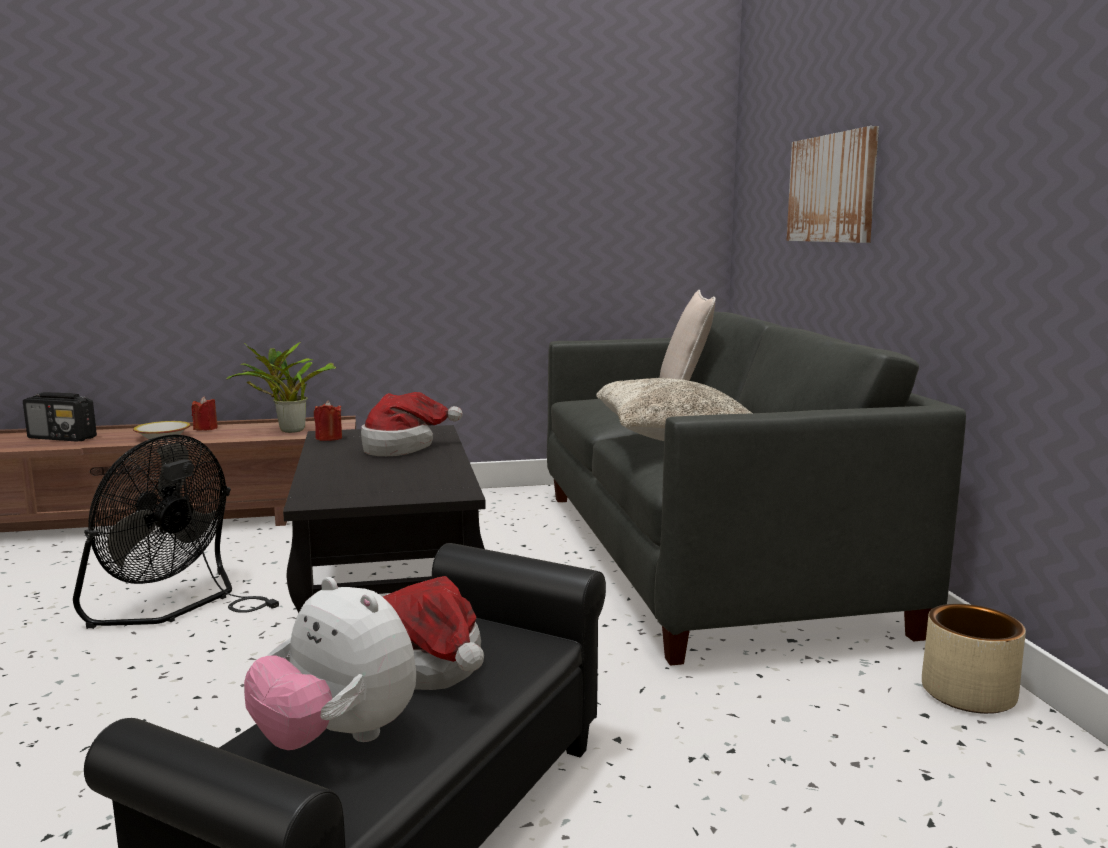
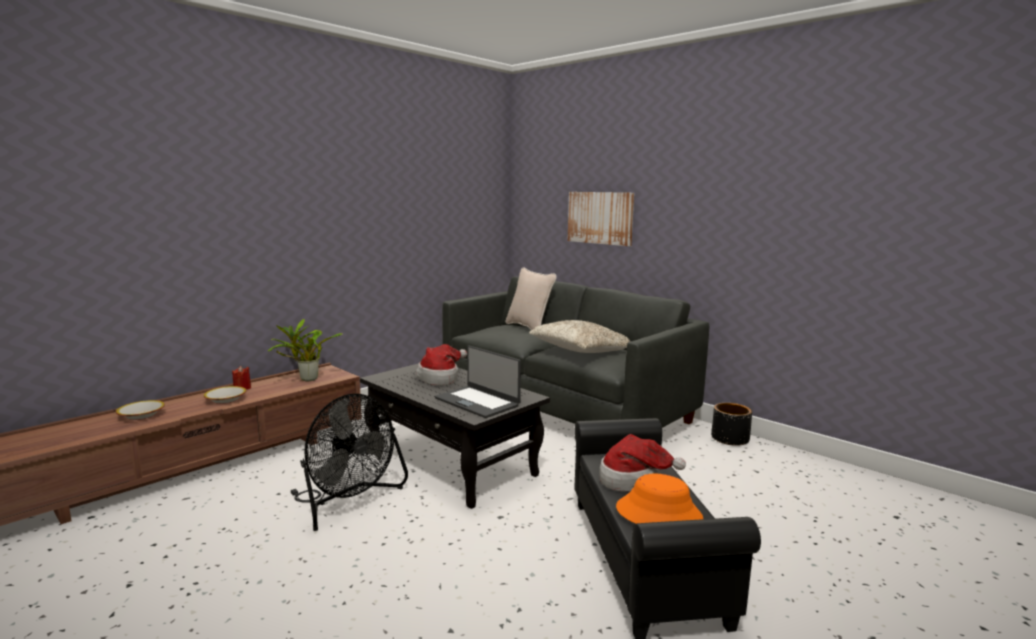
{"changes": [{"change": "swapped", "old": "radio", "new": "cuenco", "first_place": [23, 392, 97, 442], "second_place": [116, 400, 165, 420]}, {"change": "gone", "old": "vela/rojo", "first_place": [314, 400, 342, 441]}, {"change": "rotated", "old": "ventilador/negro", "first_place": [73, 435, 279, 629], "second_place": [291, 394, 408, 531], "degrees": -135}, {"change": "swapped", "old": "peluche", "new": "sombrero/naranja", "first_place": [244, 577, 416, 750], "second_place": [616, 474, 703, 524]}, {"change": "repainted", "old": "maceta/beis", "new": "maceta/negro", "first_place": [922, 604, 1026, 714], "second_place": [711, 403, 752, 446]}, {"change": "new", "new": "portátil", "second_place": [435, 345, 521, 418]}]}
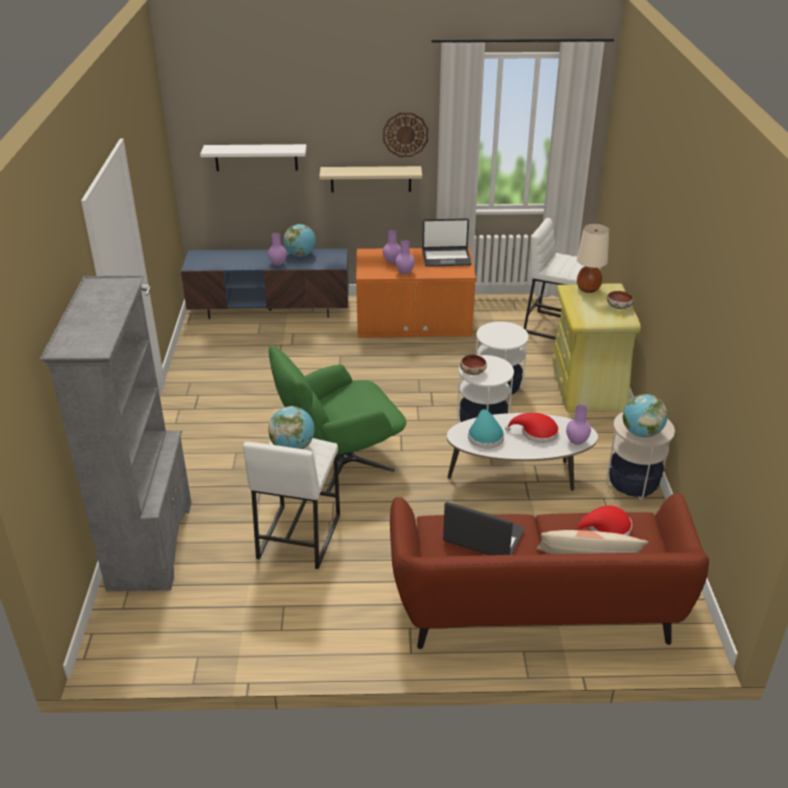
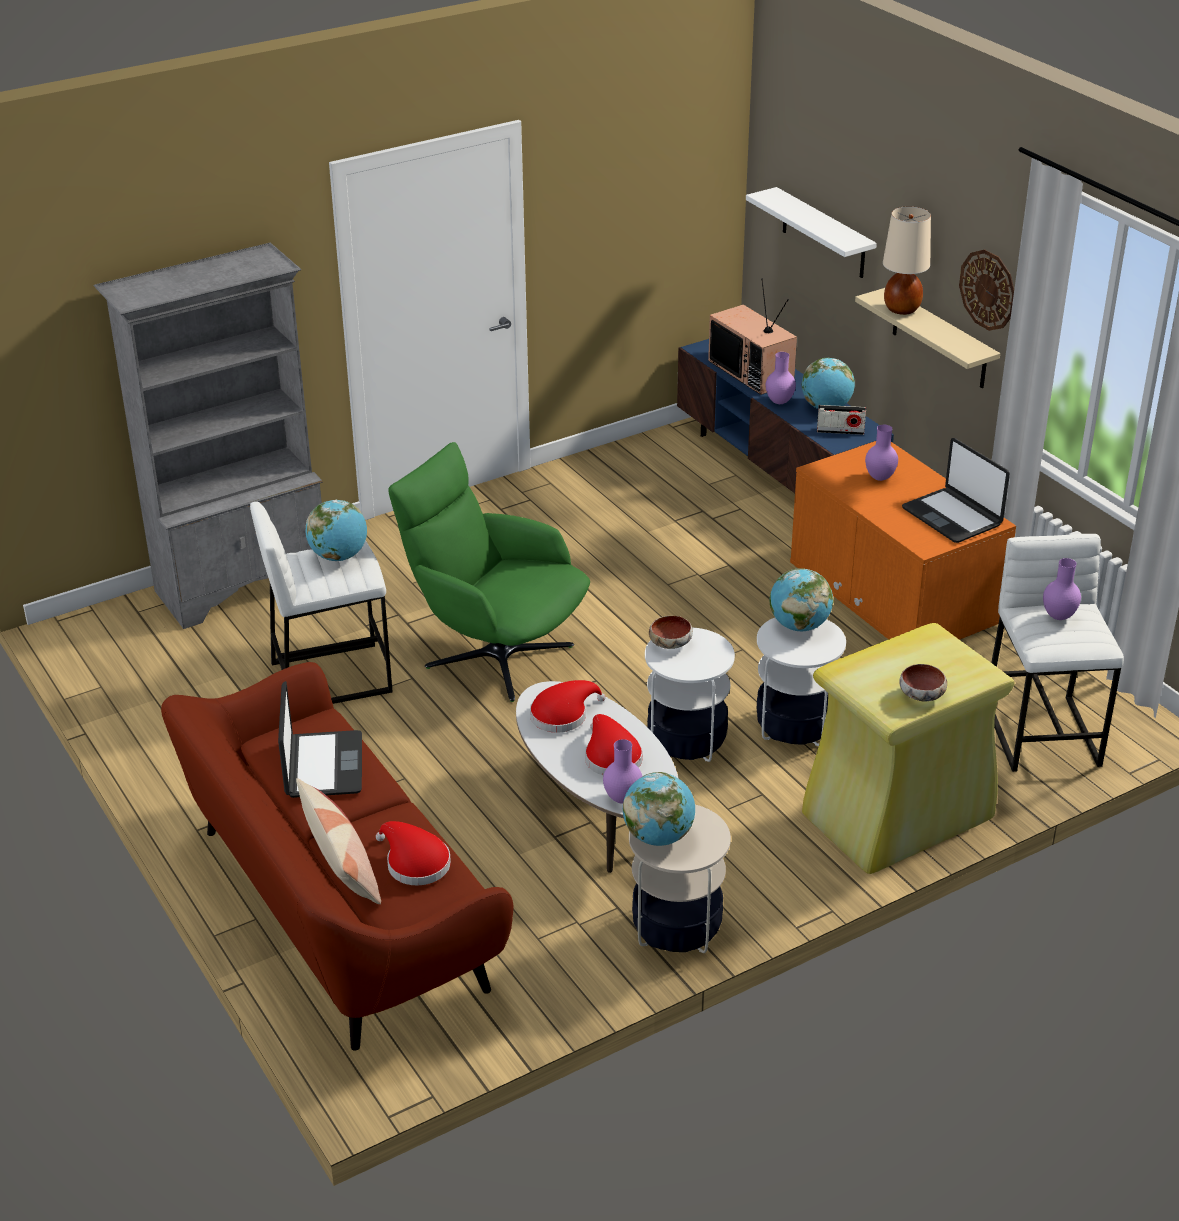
{"changes": [{"change": "shifted", "old": "lámpara de mesa/beis", "first_place": [577, 224, 609, 293], "second_place": [883, 206, 931, 315]}, {"change": "shifted", "old": "florero/morado", "first_place": [395, 240, 415, 274], "second_place": [1043, 558, 1081, 620]}, {"change": "repainted", "old": "sombrero/turquesa", "new": "sombrero/rojo", "first_place": [468, 409, 504, 449], "second_place": [530, 680, 606, 733]}, {"change": "new", "new": "televisor", "second_place": [708, 278, 797, 395]}, {"change": "new", "new": "radio", "second_place": [817, 405, 866, 435]}, {"change": "new", "new": "globo terráqueo", "second_place": [769, 568, 833, 631]}]}
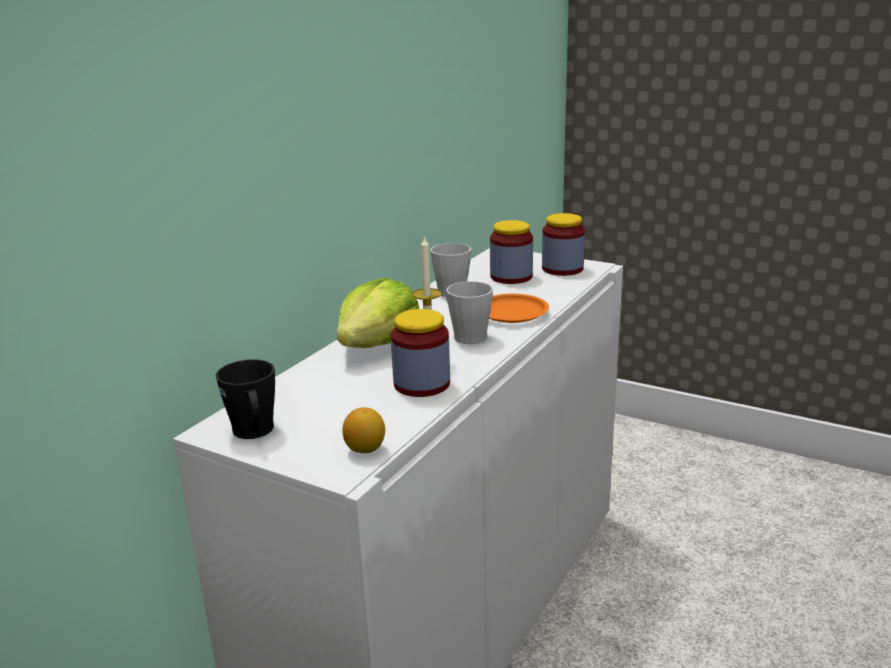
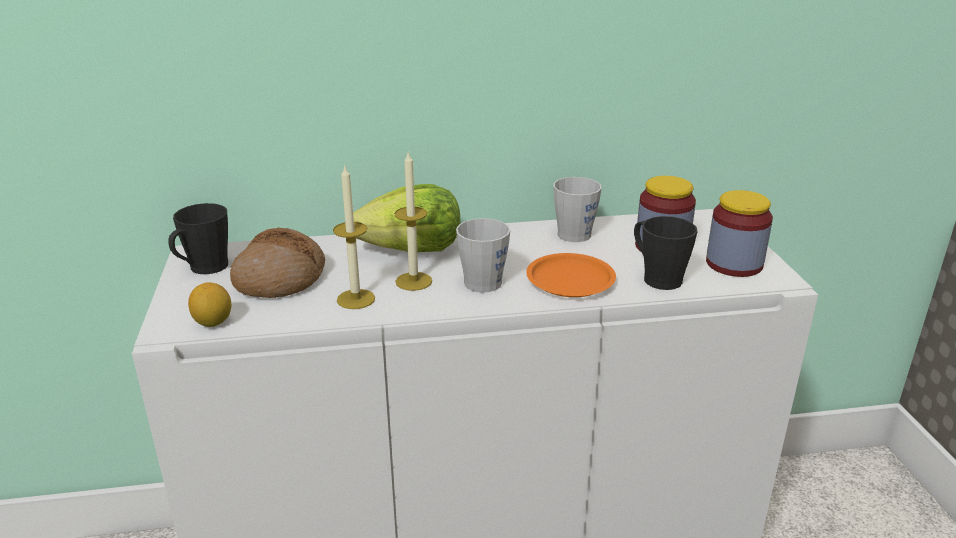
{"changes": [{"change": "swapped", "old": "tarro", "new": "vela", "first_place": [391, 309, 450, 397], "second_place": [333, 166, 375, 309]}, {"change": "new", "new": "taza grande/negro", "second_place": [634, 216, 698, 290]}, {"change": "new", "new": "pan", "second_place": [230, 228, 325, 298]}]}
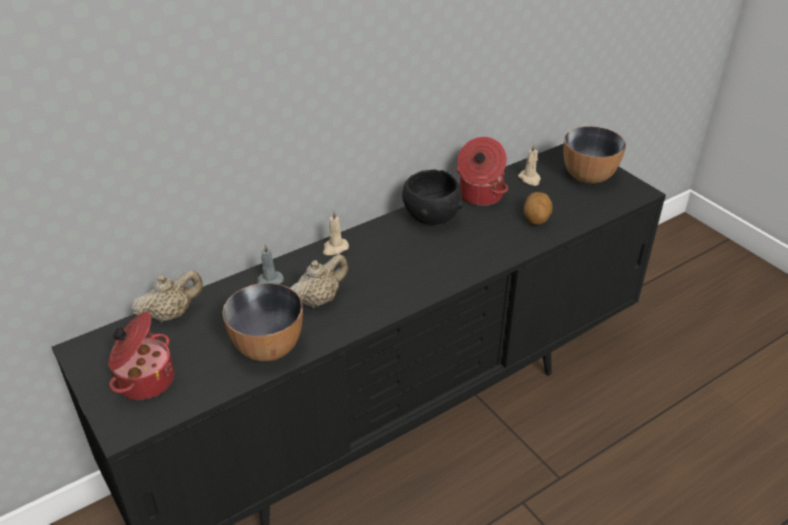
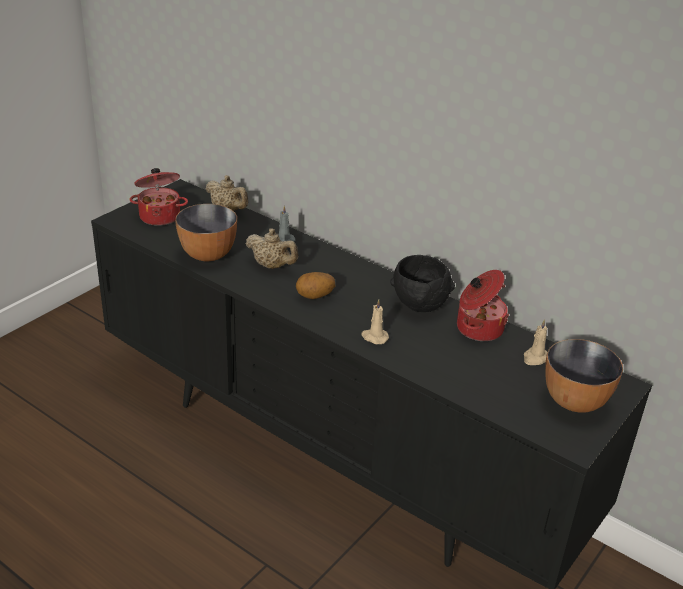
{"changes": [{"change": "shifted", "old": "patata", "first_place": [524, 192, 553, 225], "second_place": [296, 272, 335, 299]}, {"change": "shifted", "old": "vela/beis", "first_place": [323, 211, 349, 255], "second_place": [361, 299, 389, 344]}]}
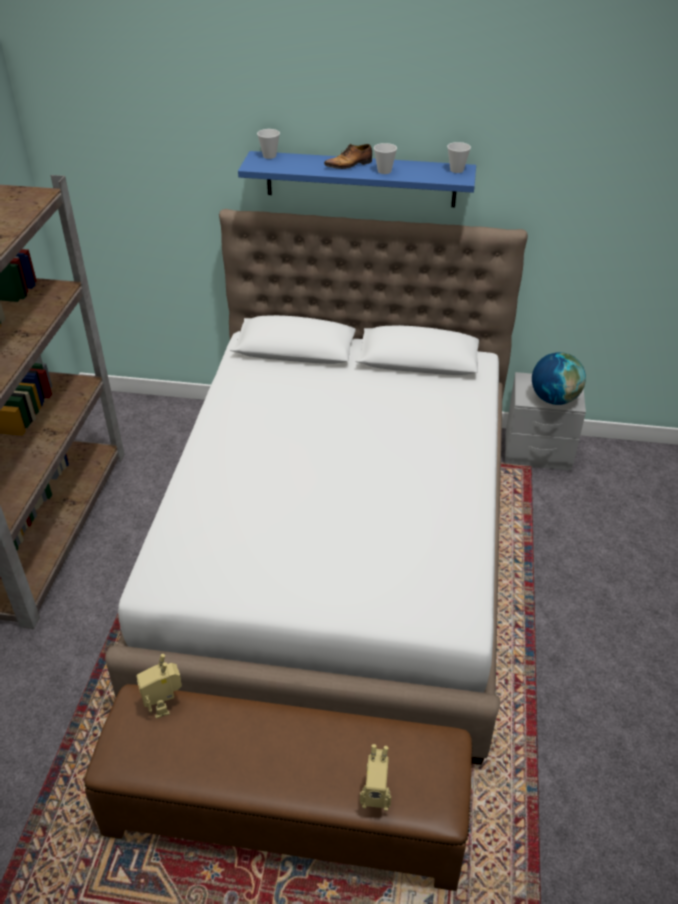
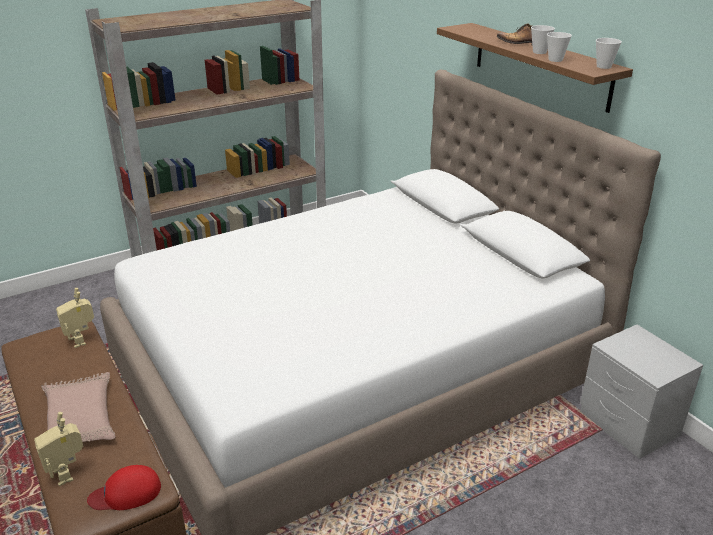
{"changes": [{"change": "shifted", "old": "taza", "first_place": [257, 129, 280, 159], "second_place": [547, 32, 572, 62]}, {"change": "repainted", "old": "estante/azul", "new": "estante/marrón", "first_place": [238, 151, 476, 207], "second_place": [437, 23, 633, 113]}, {"change": "gone", "old": "globo terráqueo", "first_place": [532, 352, 586, 405]}, {"change": "rotated", "old": "robot de juguete", "first_place": [136, 654, 182, 719], "second_place": [56, 288, 94, 348], "degrees": -60}, {"change": "new", "new": "cojín/beis", "second_place": [41, 372, 115, 442]}, {"change": "new", "new": "gorra/rojo", "second_place": [87, 465, 161, 510]}]}
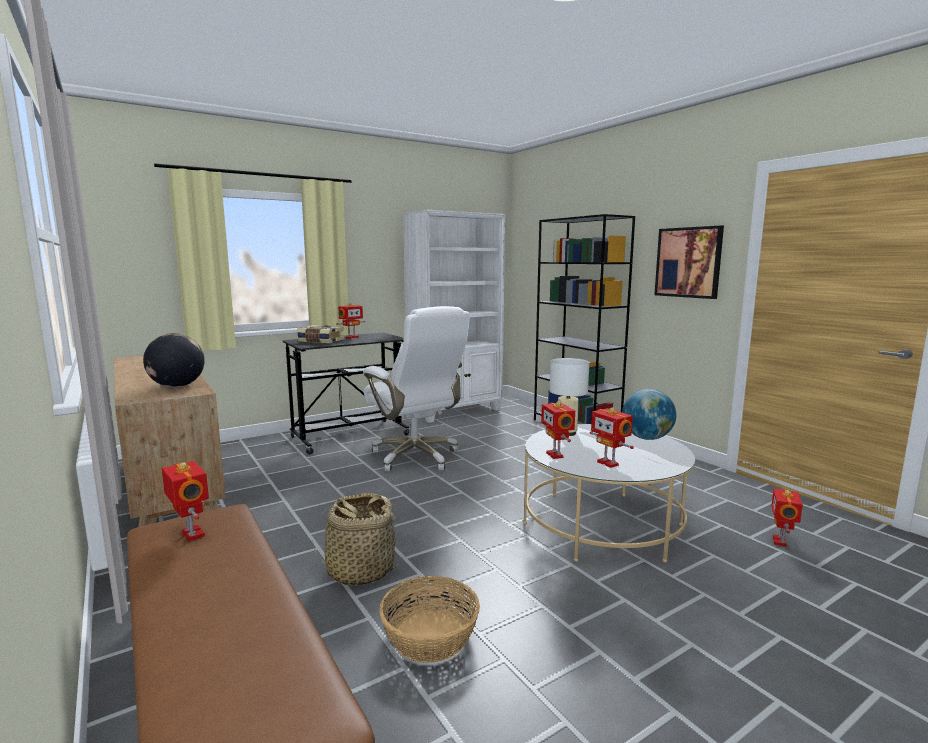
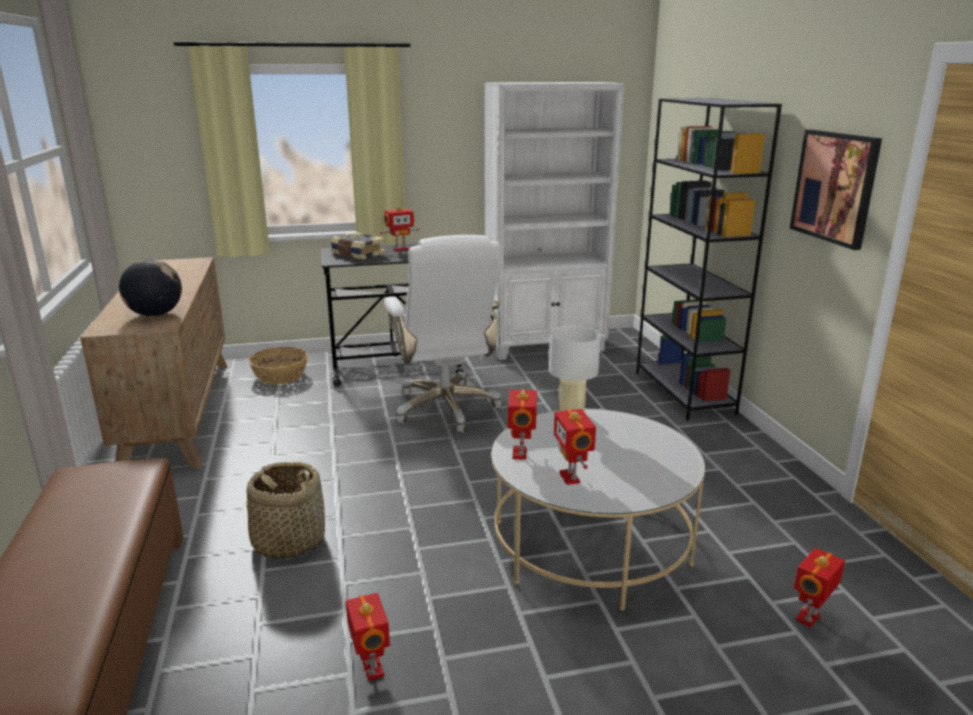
{"changes": [{"change": "gone", "old": "globo terráqueo", "first_place": [622, 388, 677, 440]}, {"change": "shifted", "old": "robot de juguete", "first_place": [162, 461, 209, 541], "second_place": [346, 593, 390, 681]}, {"change": "shifted", "old": "cesta", "first_place": [380, 576, 480, 663], "second_place": [249, 347, 308, 384]}]}
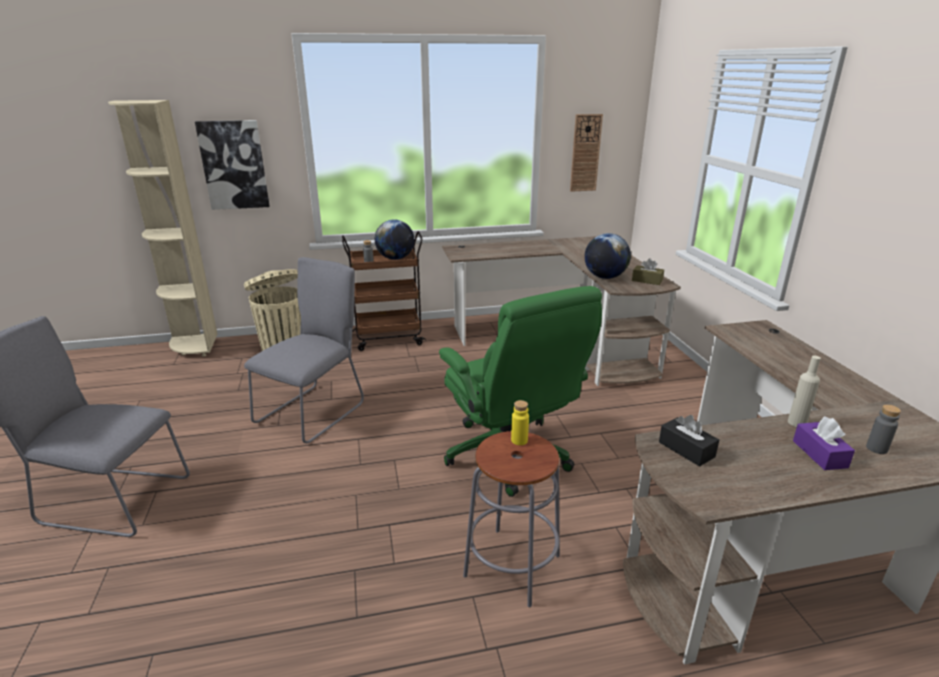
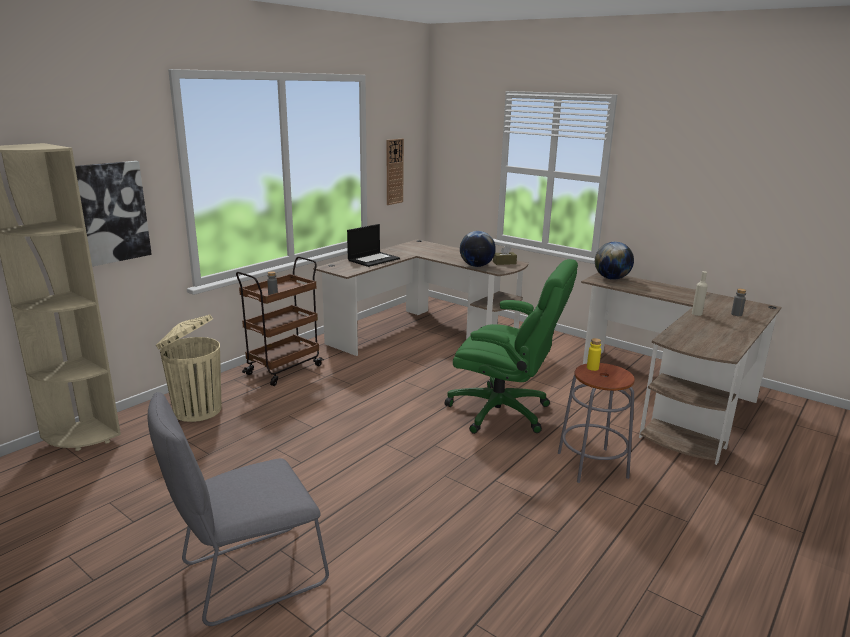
{"changes": [{"change": "shifted", "old": "globo terráqueo", "first_place": [375, 220, 414, 260], "second_place": [595, 242, 634, 280]}, {"change": "gone", "old": "silla/gris", "first_place": [244, 257, 364, 443]}, {"change": "gone", "old": "caja de pañuelos/negro", "first_place": [659, 415, 719, 467]}, {"change": "gone", "old": "caja de pañuelos/morado", "first_place": [793, 416, 855, 470]}, {"change": "new", "new": "portátil", "second_place": [347, 224, 400, 267]}]}
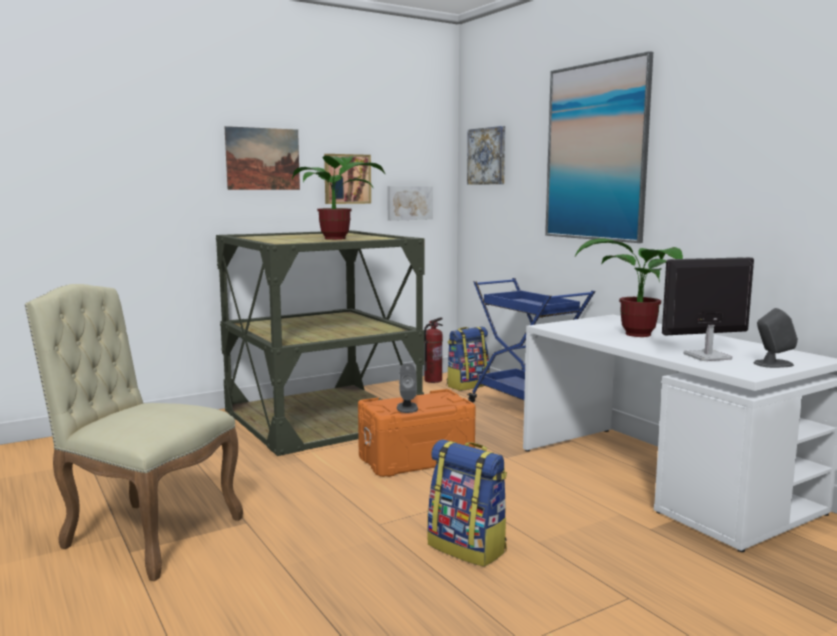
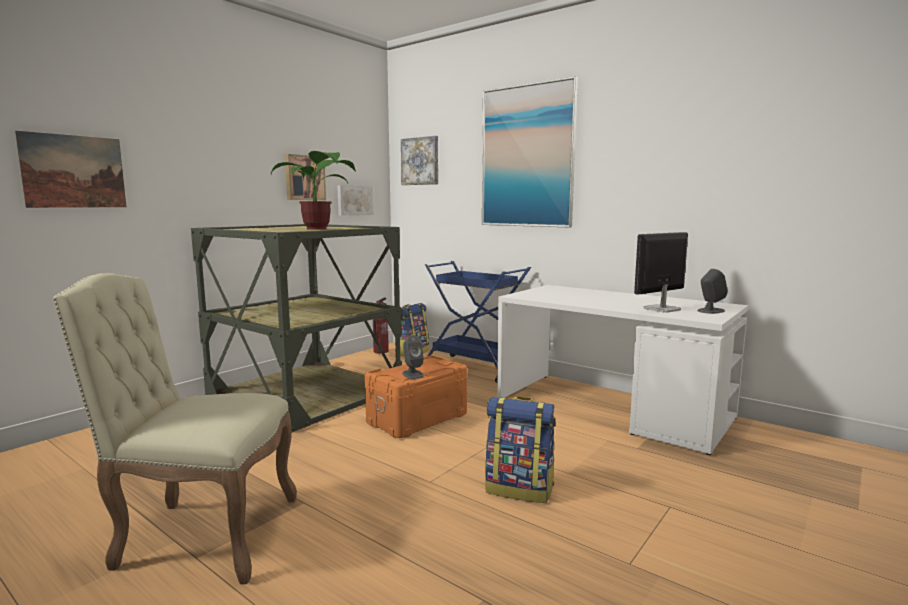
{"changes": [{"change": "shifted", "old": "cuadro", "first_place": [225, 126, 300, 190], "second_place": [15, 131, 126, 208]}, {"change": "gone", "old": "planta en maceta", "first_place": [575, 238, 683, 337]}]}
